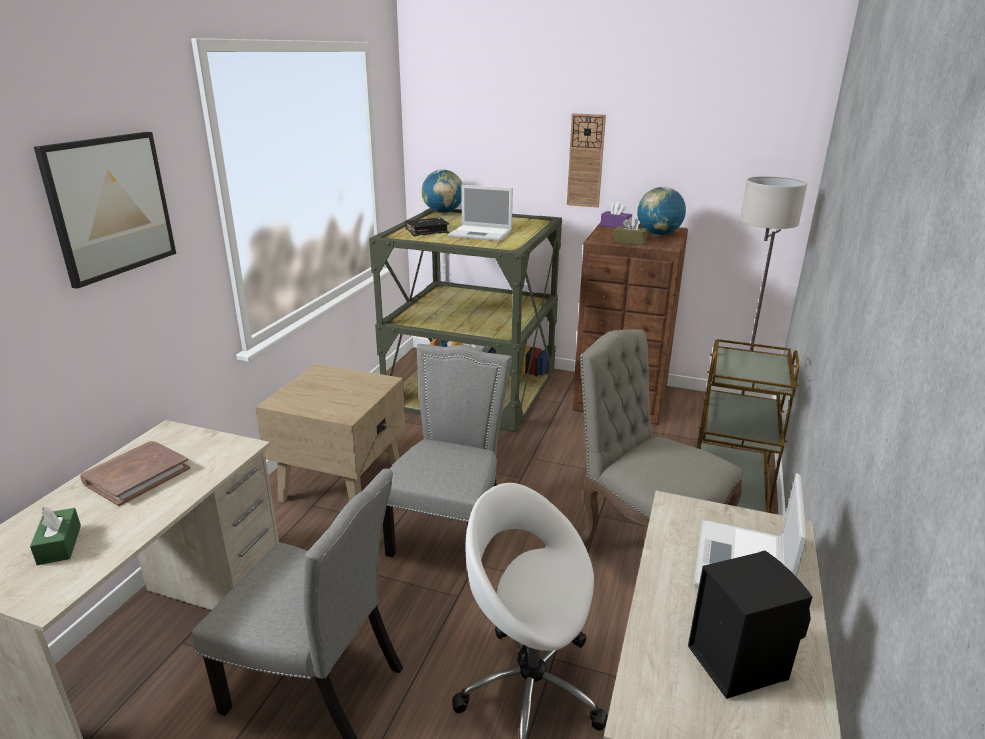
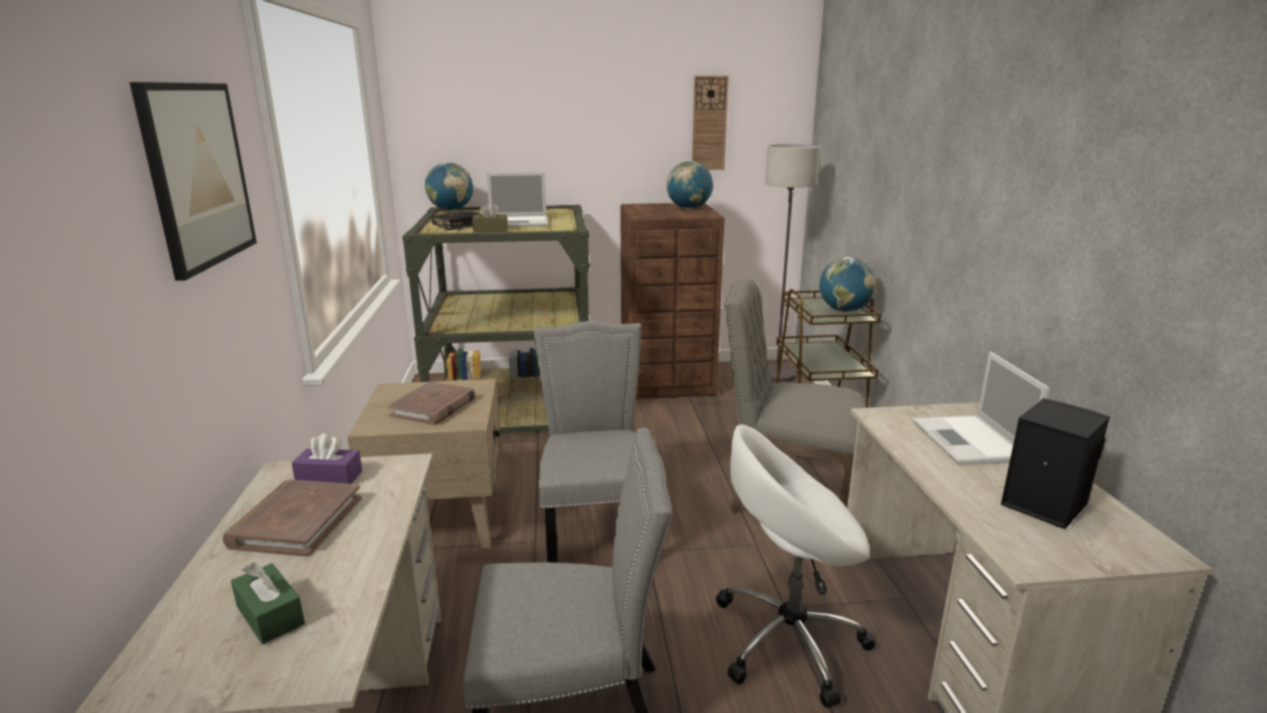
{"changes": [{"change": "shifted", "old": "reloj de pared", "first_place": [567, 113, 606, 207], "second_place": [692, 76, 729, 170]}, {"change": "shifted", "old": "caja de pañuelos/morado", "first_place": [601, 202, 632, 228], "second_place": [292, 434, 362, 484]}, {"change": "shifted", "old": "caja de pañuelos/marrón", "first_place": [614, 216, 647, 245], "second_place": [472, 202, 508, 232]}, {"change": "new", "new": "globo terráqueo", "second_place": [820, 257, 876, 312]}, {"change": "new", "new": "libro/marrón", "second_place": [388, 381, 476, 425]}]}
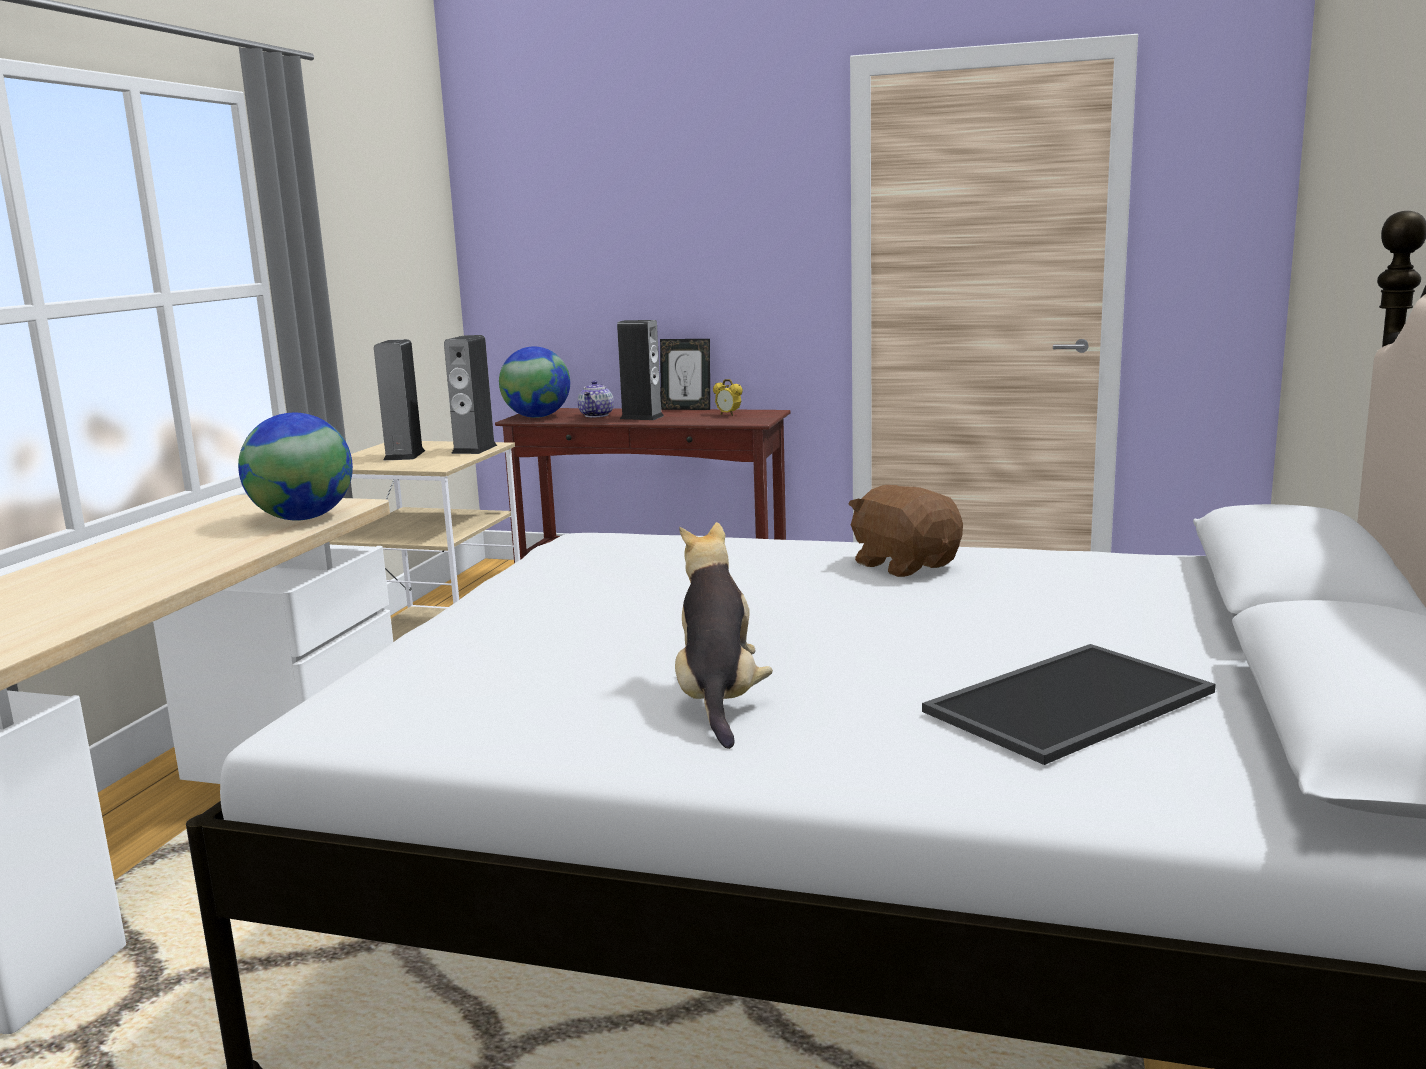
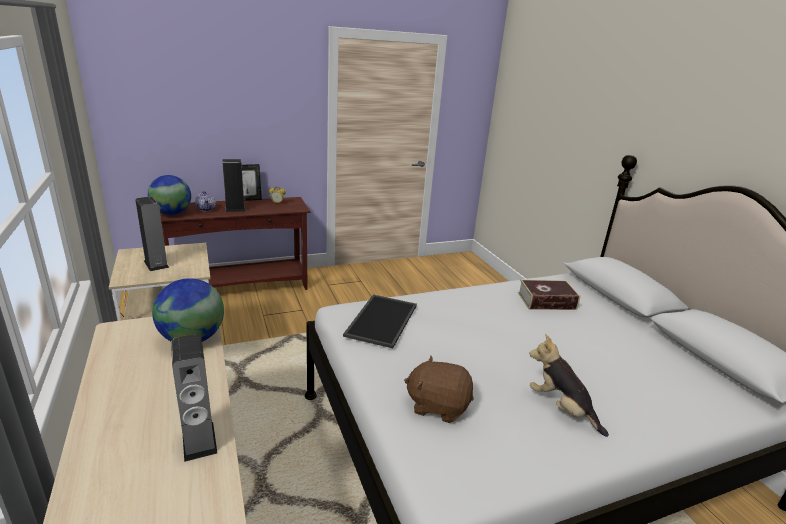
{"changes": [{"change": "shifted", "old": "altavoz", "first_place": [444, 335, 497, 454], "second_place": [171, 334, 218, 462]}, {"change": "shifted", "old": "peluche/marrón", "first_place": [848, 485, 963, 577], "second_place": [404, 356, 474, 423]}, {"change": "shifted", "old": "bandeja", "first_place": [922, 644, 1216, 765], "second_place": [343, 295, 417, 348]}, {"change": "new", "new": "libro", "second_place": [518, 279, 581, 310]}]}
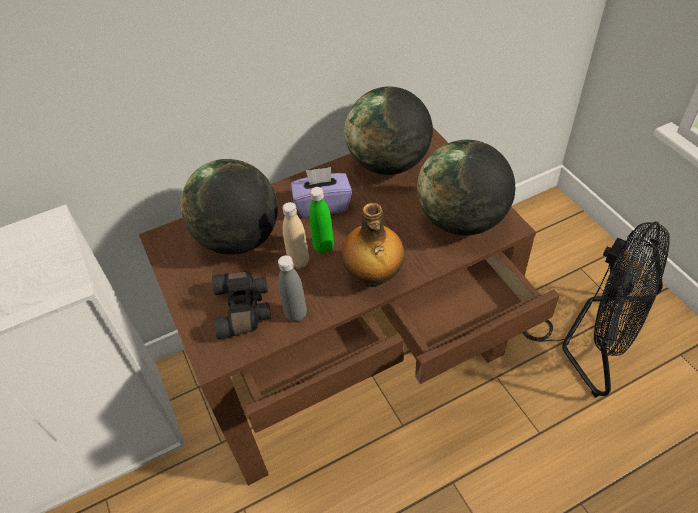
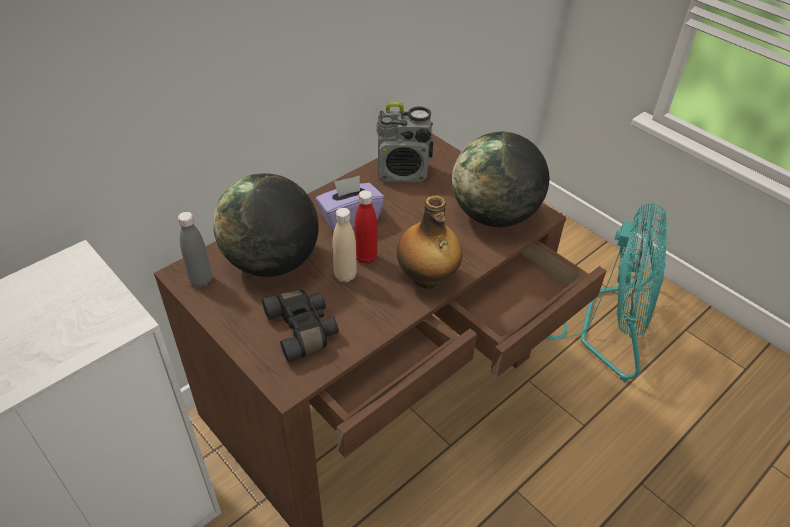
{"changes": [{"change": "swapped", "old": "globo terráqueo", "new": "radio", "first_place": [345, 87, 433, 175], "second_place": [377, 102, 433, 182]}, {"change": "repainted", "old": "botella/verde", "new": "botella/rojo", "first_place": [309, 187, 334, 254], "second_place": [354, 190, 377, 264]}, {"change": "repainted", "old": "ventilador/negro", "new": "ventilador/turquesa", "first_place": [522, 221, 670, 398], "second_place": [546, 202, 667, 383]}, {"change": "shifted", "old": "botella/gris", "first_place": [278, 255, 307, 322], "second_place": [178, 212, 212, 287]}]}
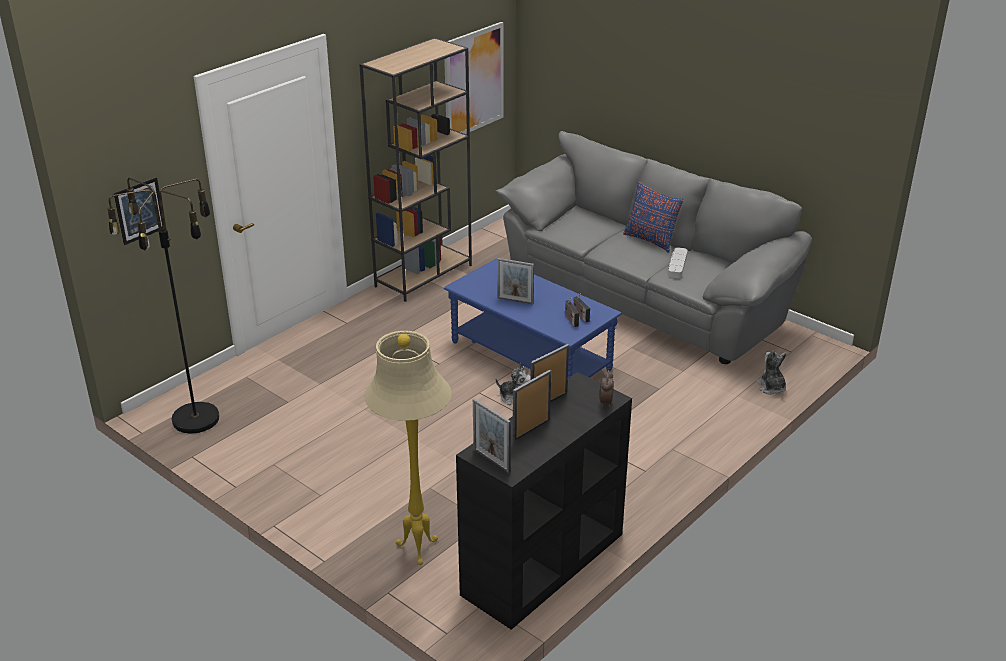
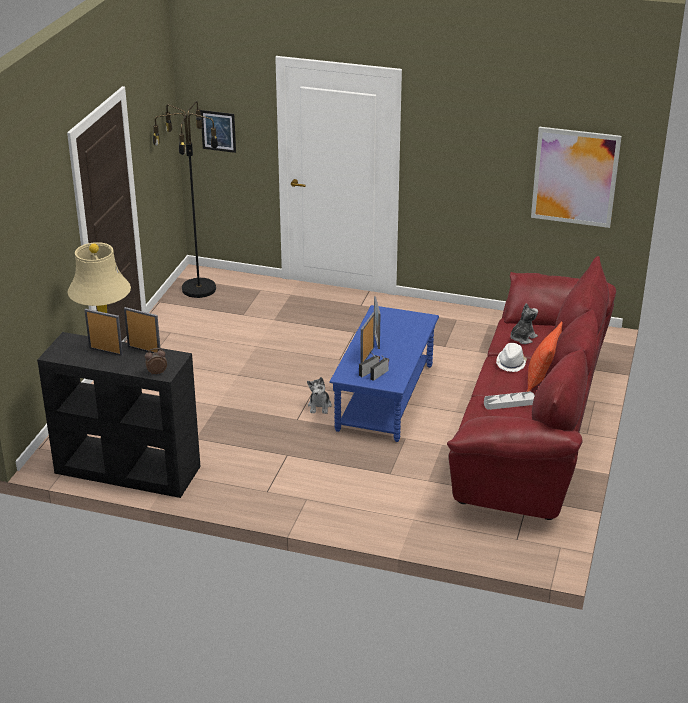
{"changes": [{"change": "gone", "old": "estantería", "first_place": [359, 38, 472, 302]}, {"change": "repainted", "old": "sofá/gris", "new": "sofá/rojo", "first_place": [496, 131, 812, 364], "second_place": [447, 256, 616, 520]}, {"change": "repainted", "old": "cojín/azul", "new": "cojín/naranja", "first_place": [623, 181, 684, 253], "second_place": [527, 321, 563, 392]}, {"change": "shifted", "old": "peluche", "first_place": [756, 351, 786, 395], "second_place": [510, 303, 538, 344]}, {"change": "shifted", "old": "portarretratos", "first_place": [473, 398, 511, 473], "second_place": [360, 312, 375, 363]}, {"change": "new", "new": "sombrero/blanco", "second_place": [496, 343, 527, 372]}]}
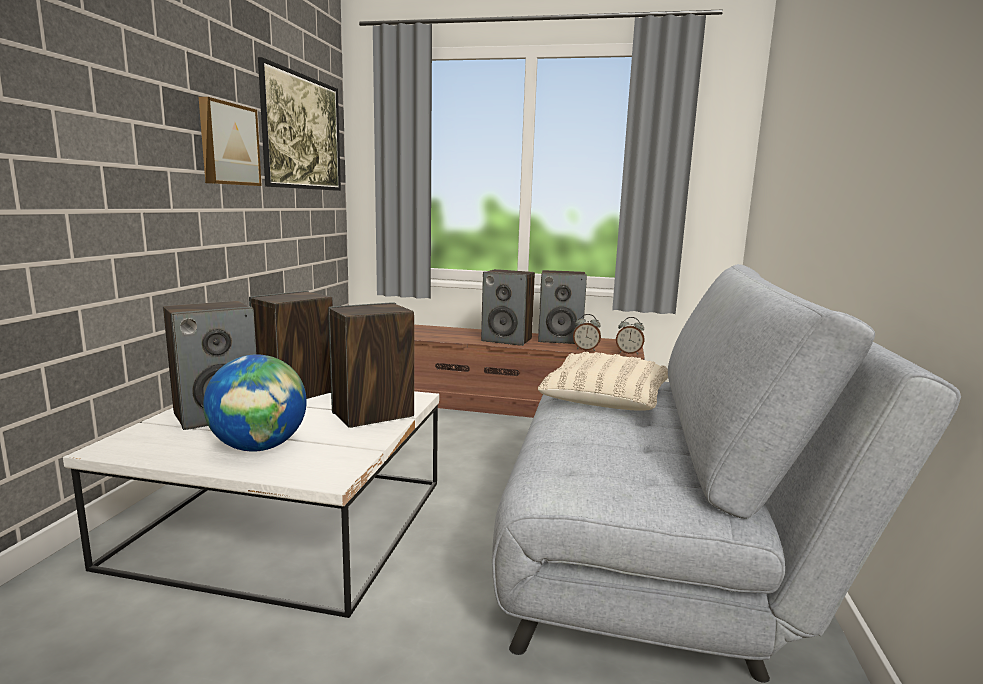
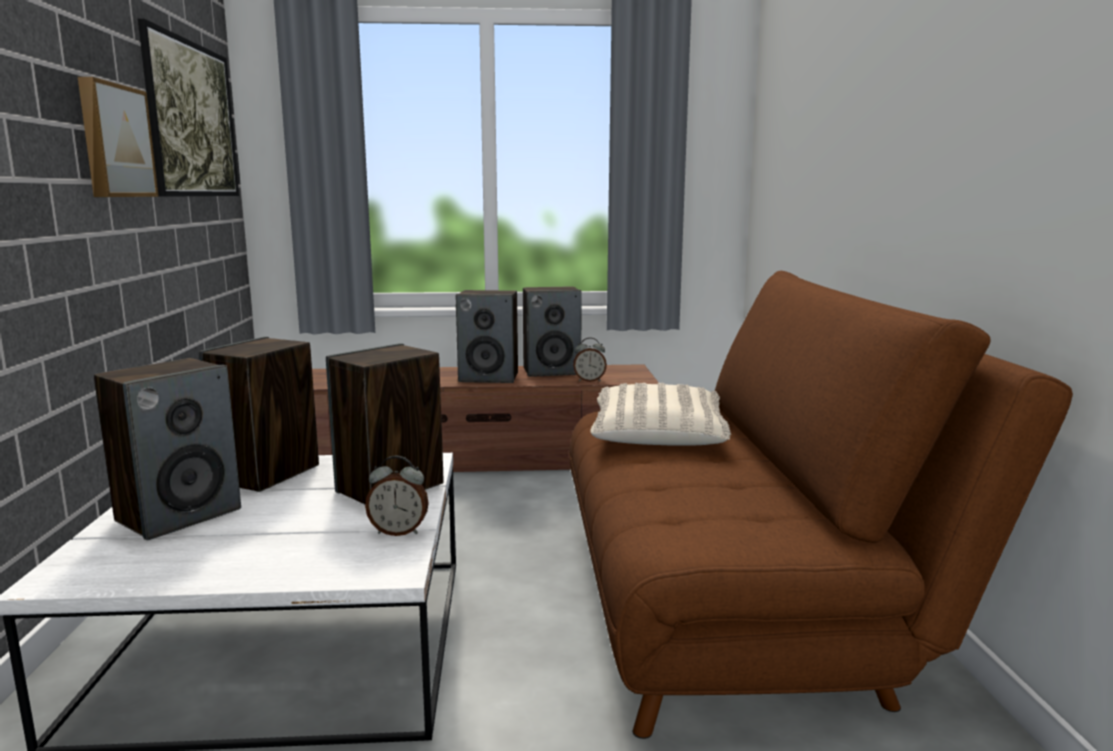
{"changes": [{"change": "repainted", "old": "sofá/gris", "new": "sofá/marrón", "first_place": [492, 264, 961, 683], "second_place": [569, 271, 1073, 739]}, {"change": "shifted", "old": "despertador", "first_place": [616, 317, 645, 355], "second_place": [365, 455, 429, 536]}, {"change": "gone", "old": "globo terráqueo", "first_place": [203, 354, 307, 452]}]}
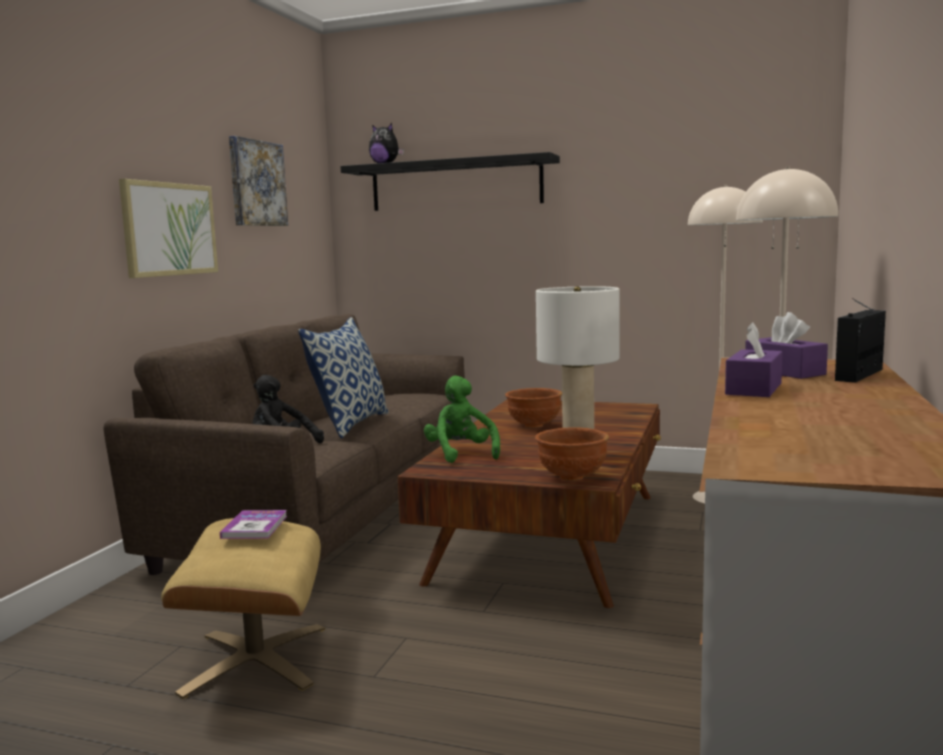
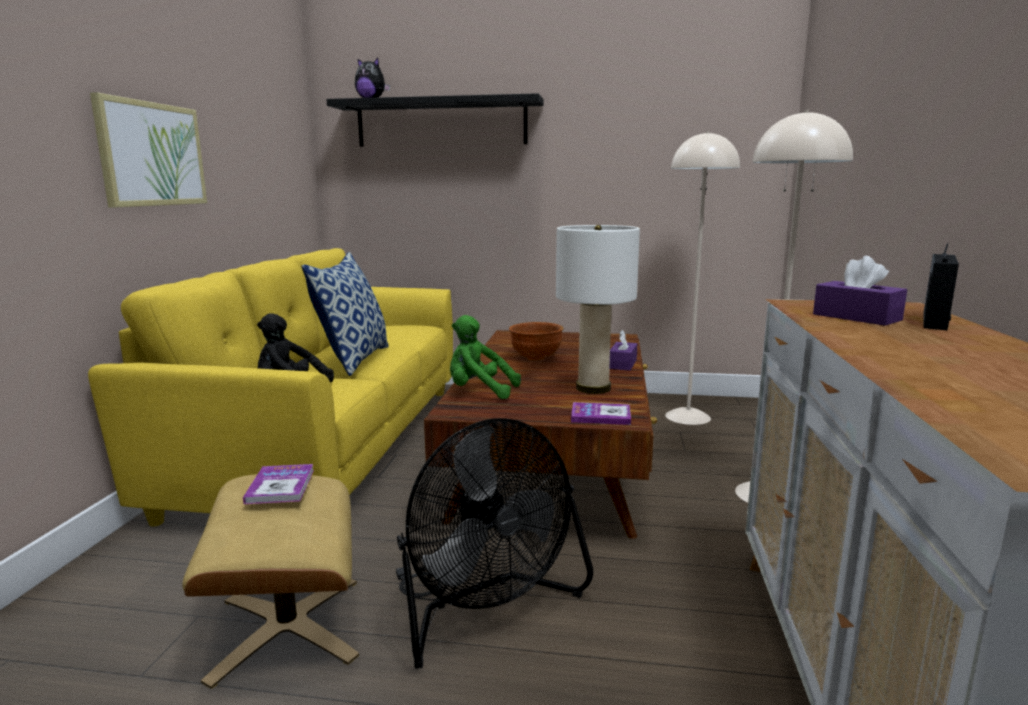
{"changes": [{"change": "gone", "old": "cuadro", "first_place": [229, 136, 288, 226]}, {"change": "repainted", "old": "sofá/marrón", "new": "sofá/amarillo", "first_place": [104, 314, 465, 575], "second_place": [88, 248, 453, 527]}, {"change": "shifted", "old": "caja de pañuelos/morado", "first_place": [725, 322, 783, 397], "second_place": [609, 330, 637, 371]}, {"change": "rotated", "old": "peluche/verde", "first_place": [424, 376, 500, 463], "second_place": [450, 315, 521, 399], "degrees": -45}, {"change": "swapped", "old": "cuenco/marrón", "new": "libro", "first_place": [535, 427, 609, 481], "second_place": [571, 402, 631, 425]}, {"change": "new", "new": "ventilador/negro", "second_place": [396, 418, 593, 669]}]}
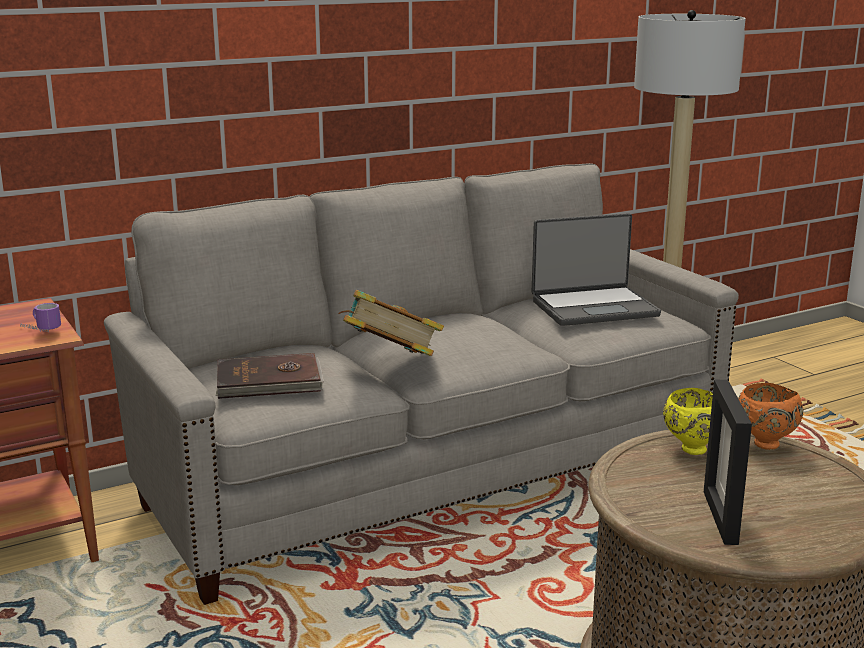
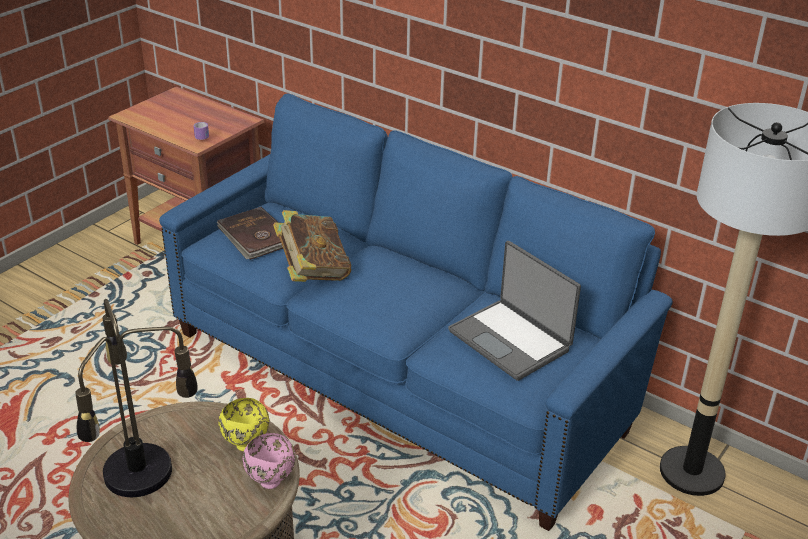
{"changes": [{"change": "repainted", "old": "sofá/gris", "new": "sofá/azul", "first_place": [104, 163, 739, 605], "second_place": [159, 94, 673, 531]}, {"change": "swapped", "old": "portarretratos", "new": "lámpara de mesa", "first_place": [704, 380, 752, 545], "second_place": [75, 299, 198, 497]}, {"change": "repainted", "old": "cuenco/naranja", "new": "cuenco/rosa", "first_place": [738, 383, 803, 450], "second_place": [243, 433, 295, 489]}]}
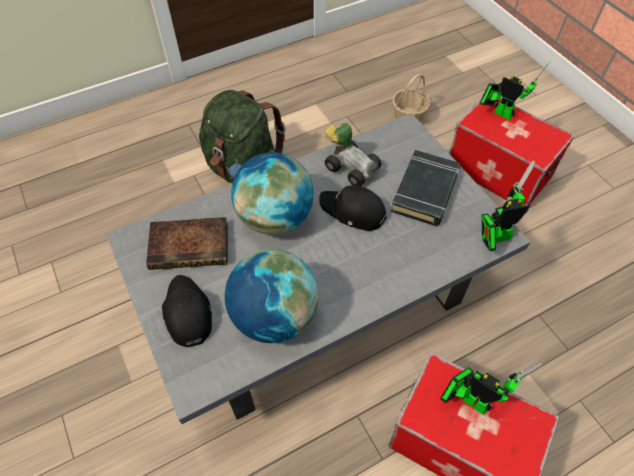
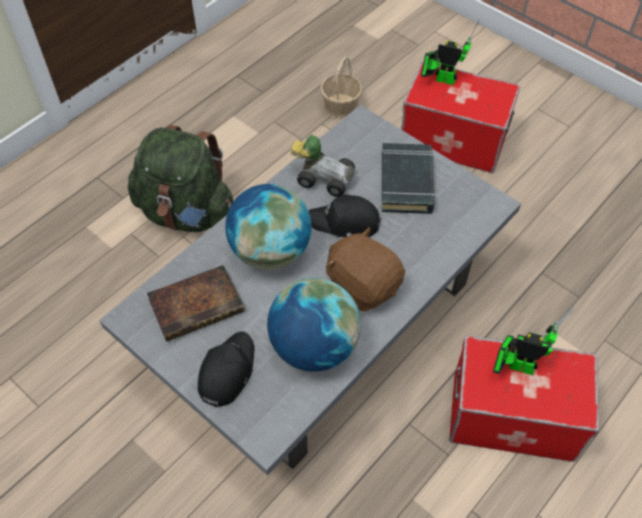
{"changes": [{"change": "gone", "old": "robot de juguete", "first_place": [482, 161, 535, 251]}, {"change": "rotated", "old": "gorra/negro", "first_place": [162, 275, 212, 347], "second_place": [198, 331, 255, 408], "degrees": 60}, {"change": "new", "new": "peluche/marrón", "second_place": [326, 227, 405, 311]}]}
